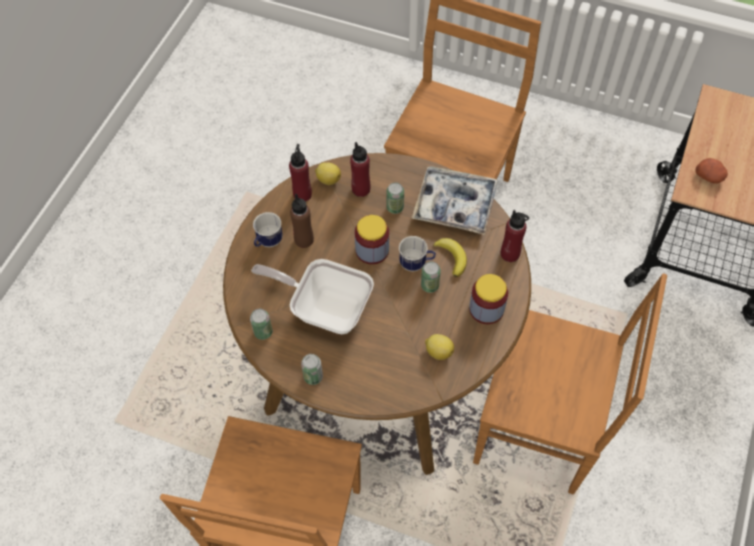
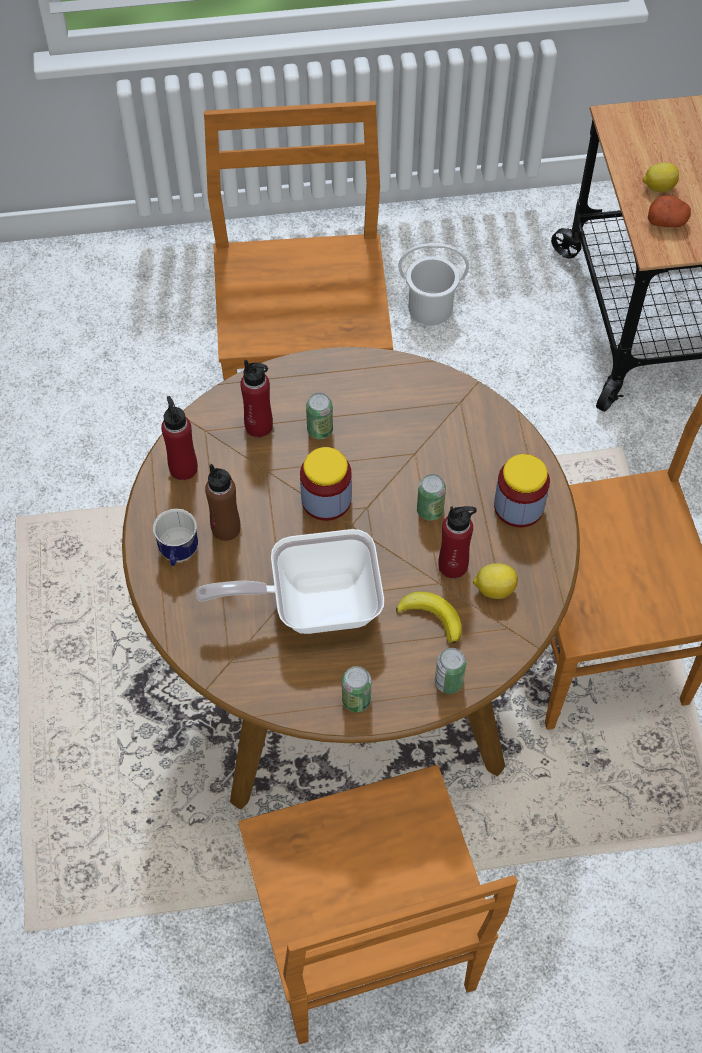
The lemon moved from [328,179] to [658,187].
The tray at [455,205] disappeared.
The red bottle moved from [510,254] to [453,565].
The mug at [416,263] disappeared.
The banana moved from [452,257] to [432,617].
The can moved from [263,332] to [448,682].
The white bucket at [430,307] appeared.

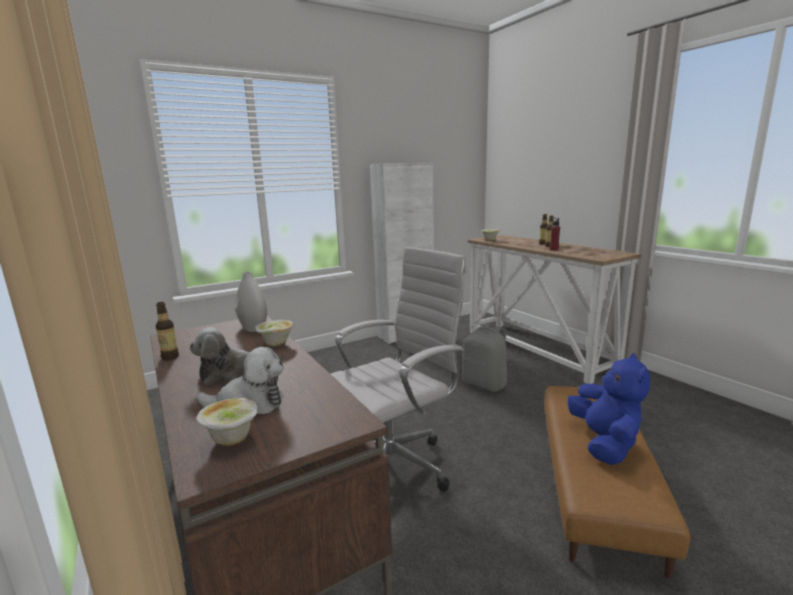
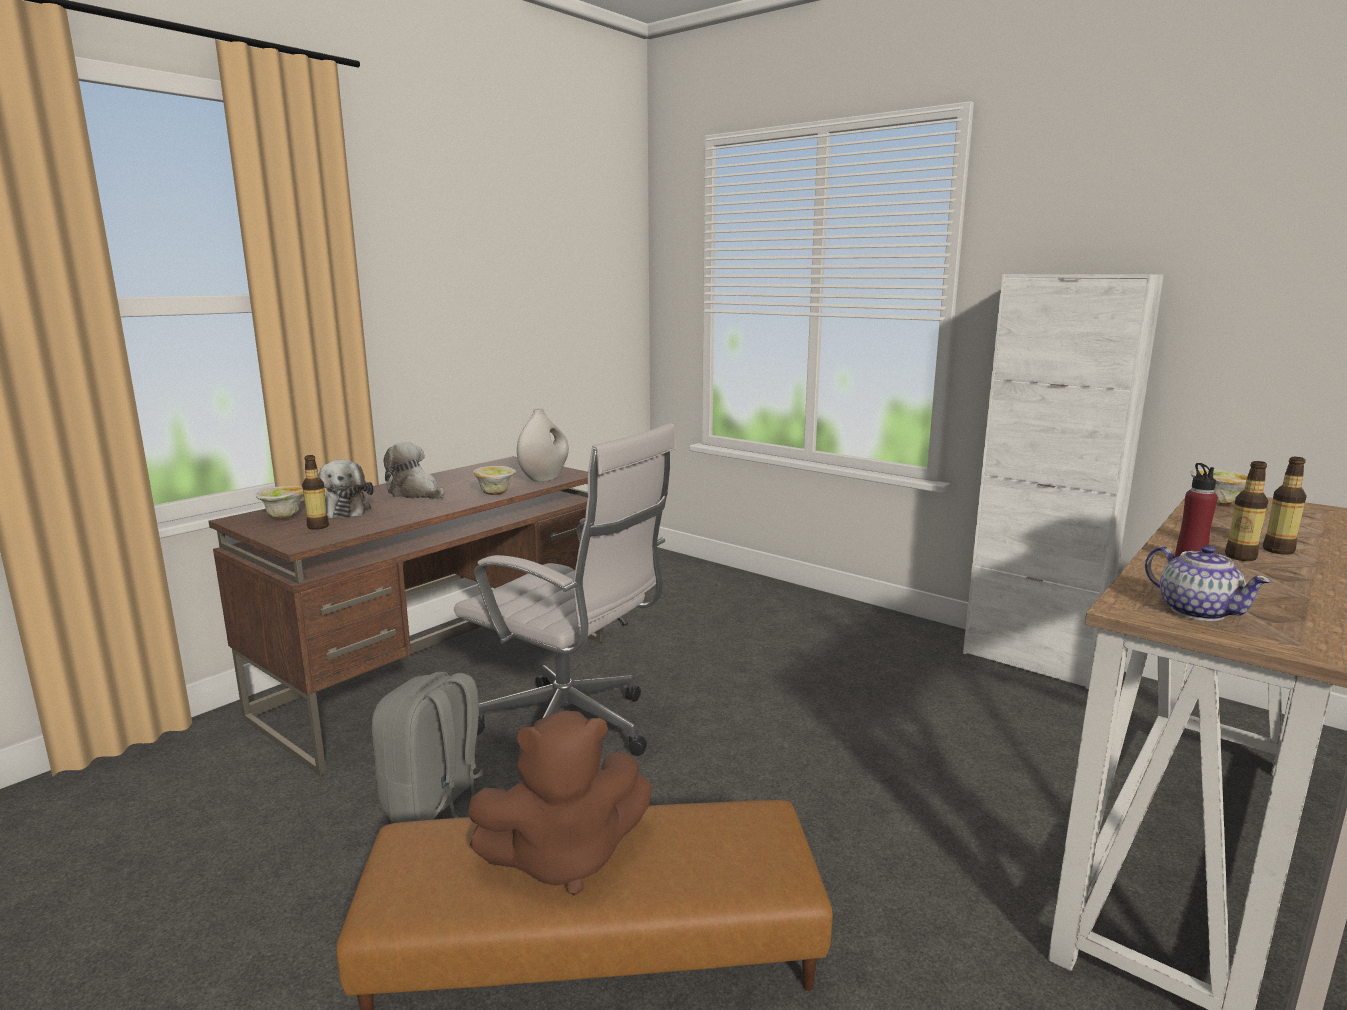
The bottle moved from [170,357] to [318,527].
The grey backpack moved from [485,384] to [436,804].
The blue plush toy at [604,443] became the brown plush toy at [564,858].
The teapot at [1196,611] appeared.

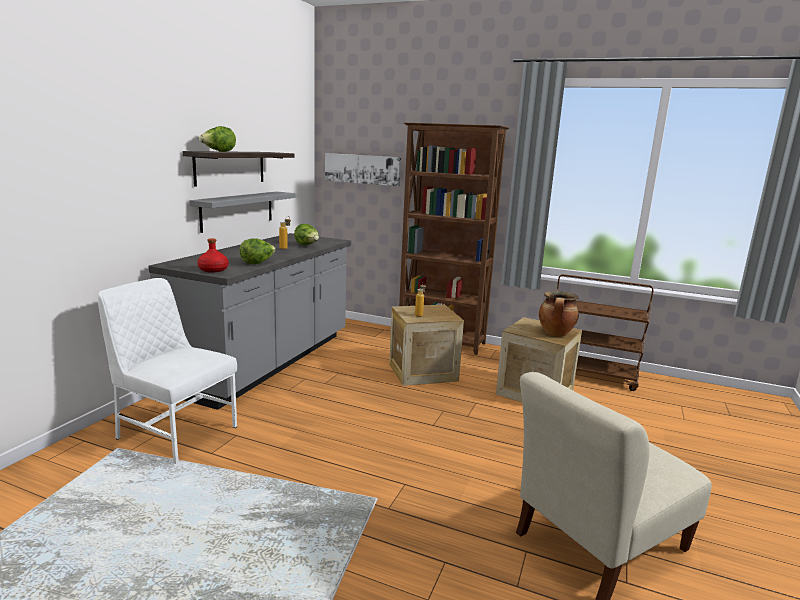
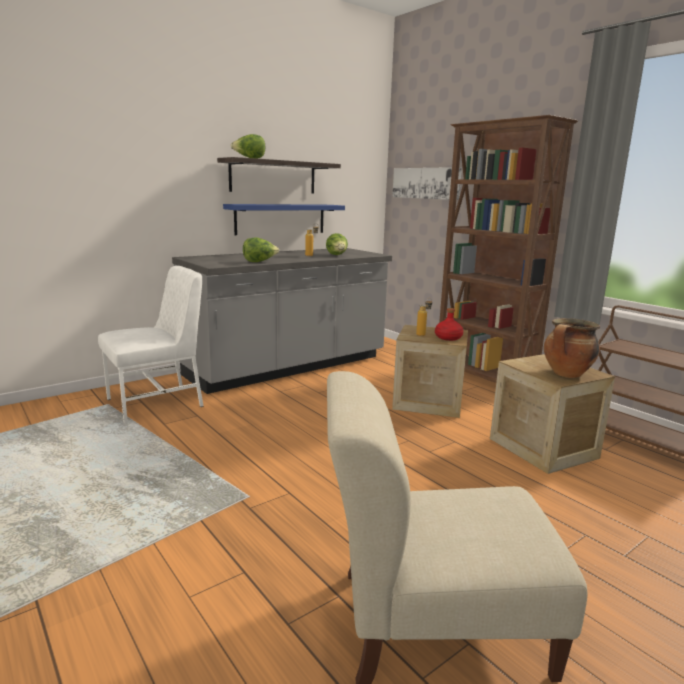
The grey shelf at [238,210] became the blue shelf at [280,219].
The red bottle moved from [213,270] to [448,338].
The white chair at [175,432] turned 90 degrees clockwise.

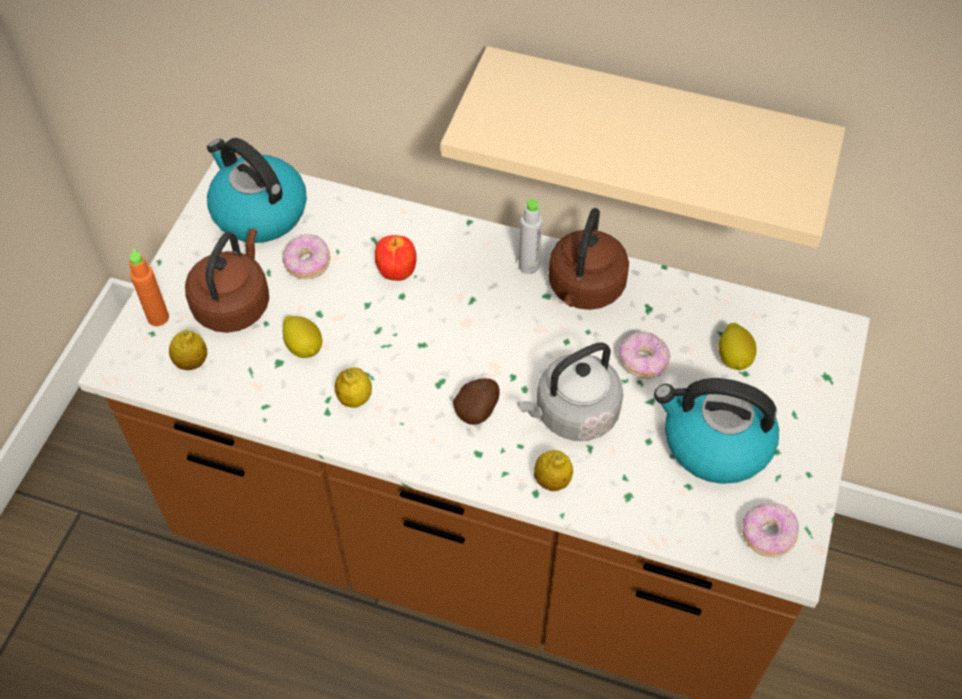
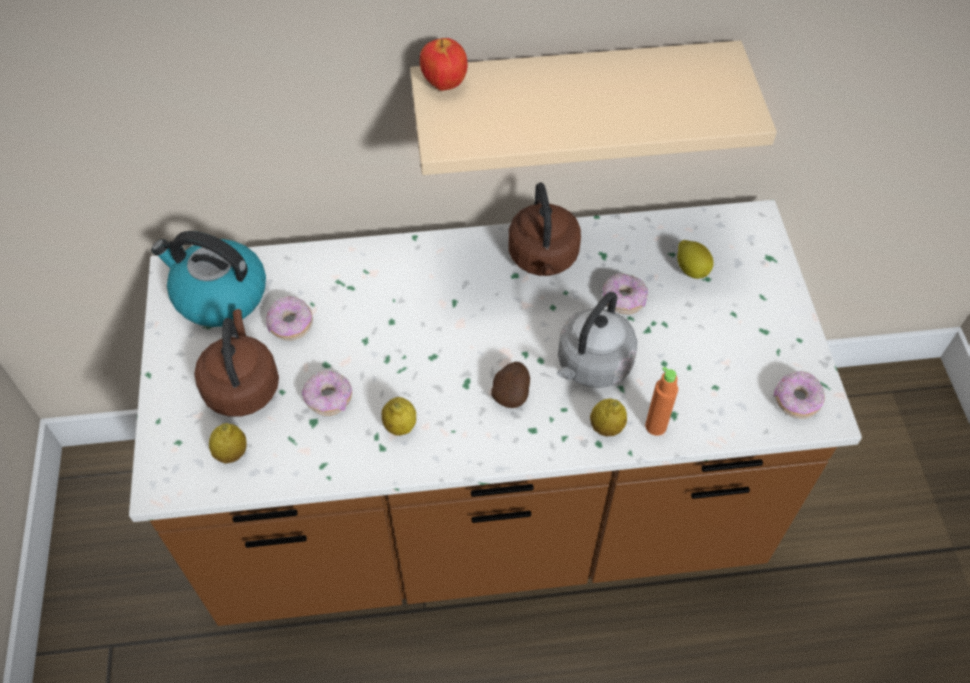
The grey bottle at [529,266] disappeared.
The apple moved from [396,272] to [443,84].
The orange bottle moved from [158,317] to [655,426].
The lemon at [304,347] was replaced by the donut at [329,399].
The kettle at [714,443] disappeared.

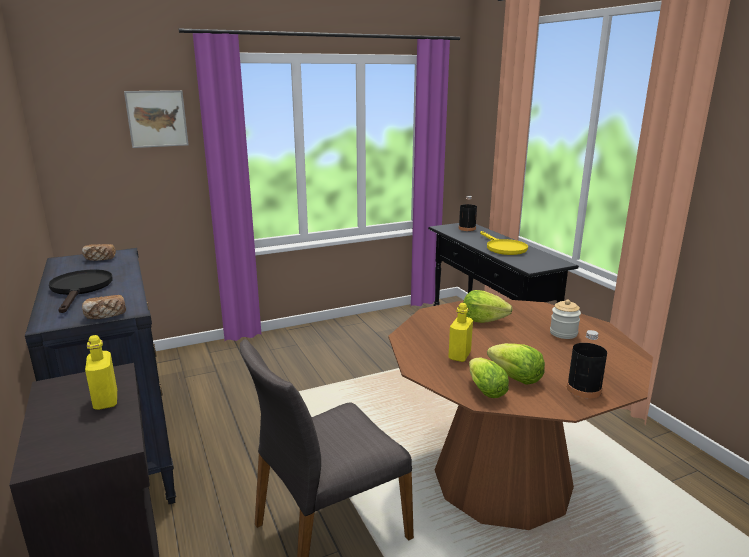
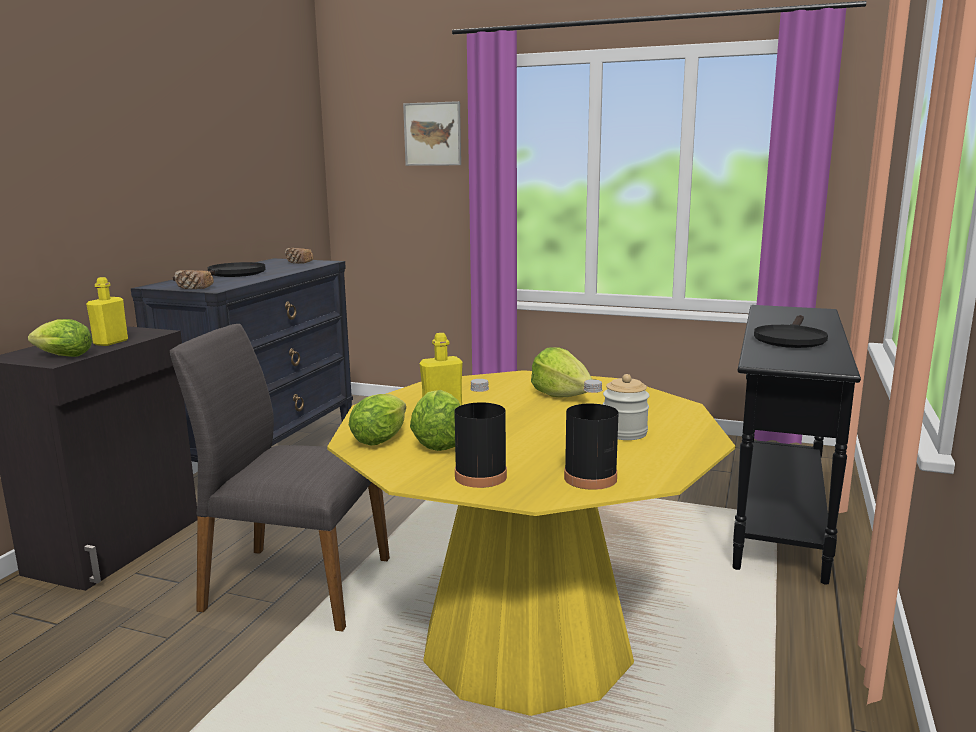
The black bottle moved from [467,228] to [590,478].
The yellow frying pan at [503,248] became the black frying pan at [790,338].
The brown dining table at [502,478] became the yellow dining table at [527,642].
The lettuce at [61,356] appeared.

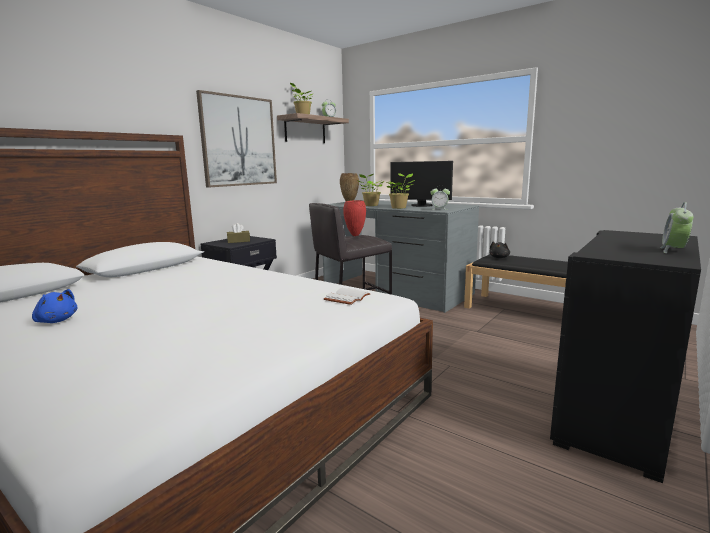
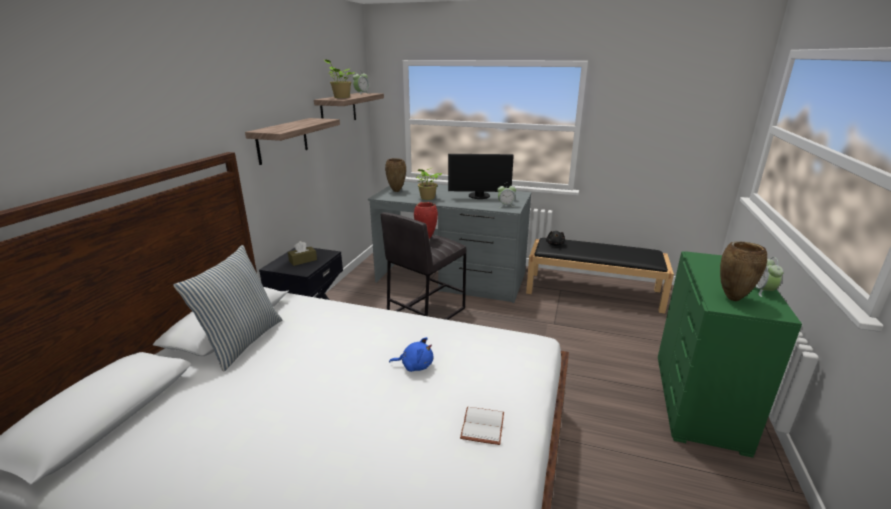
The picture at [239,141] was replaced by the shelf at [282,140].
The potted plant at [399,207] disappeared.
The black dresser at [617,418] became the green dresser at [700,402].
The white book moved from [346,297] to [481,425].
The blue plush toy moved from [56,321] to [415,365].
The brown vase at [732,298] appeared.
The pillow at [241,341] appeared.

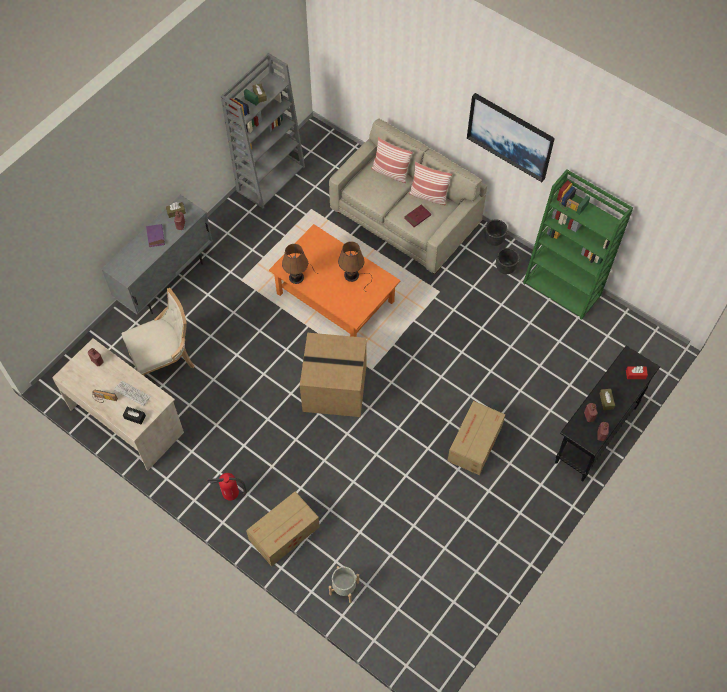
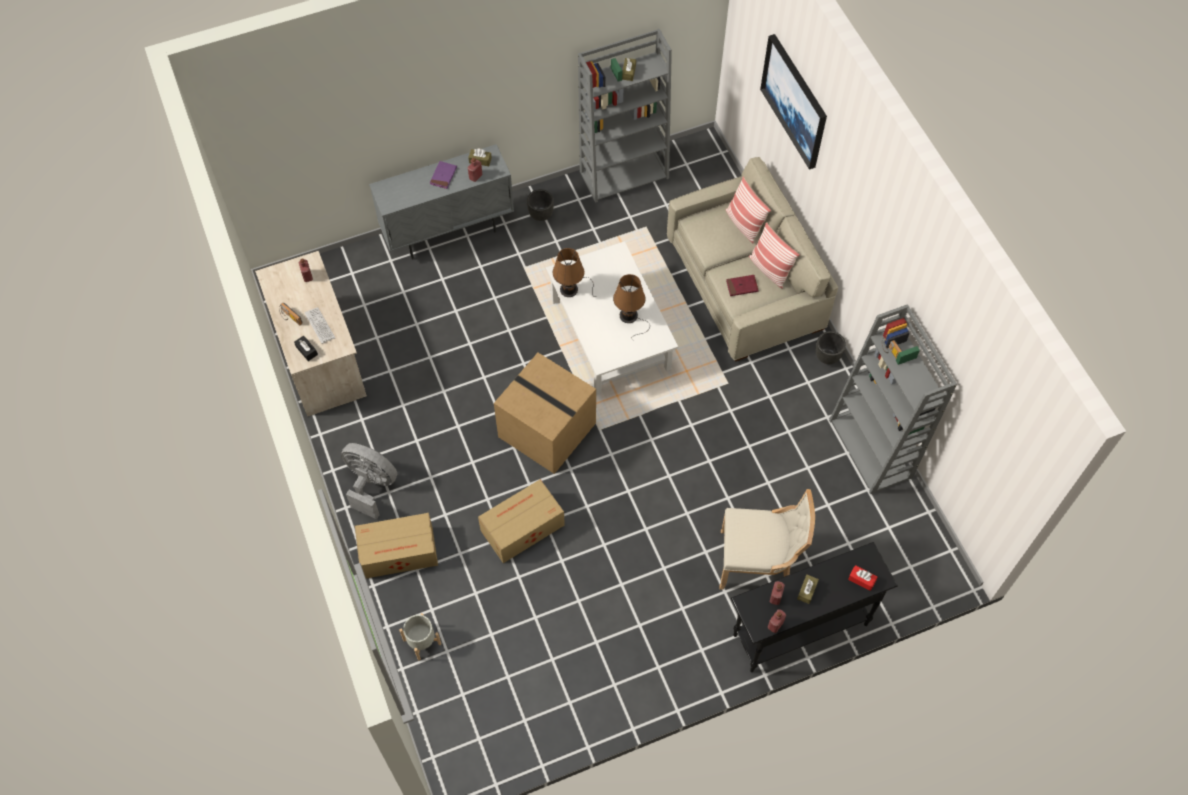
The picture moved from [510,136] to [795,101].
The green bookcase at [563,289] became the grey bookcase at [871,449].
The orange coffee table at [335,297] became the white coffee table at [611,334].
The black planter moved from [505,268] to [541,214].
The beige chair moved from [165,362] to [758,561].
The cardboard box moved from [474,444] to [521,528].
The fire extinguisher at [231,495] was replaced by the grey fan at [371,485].

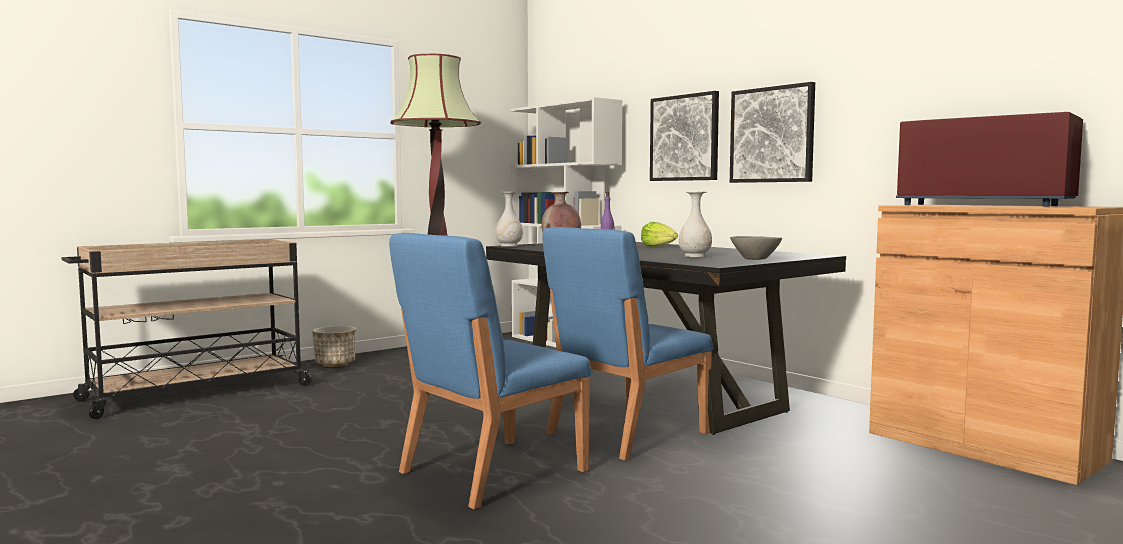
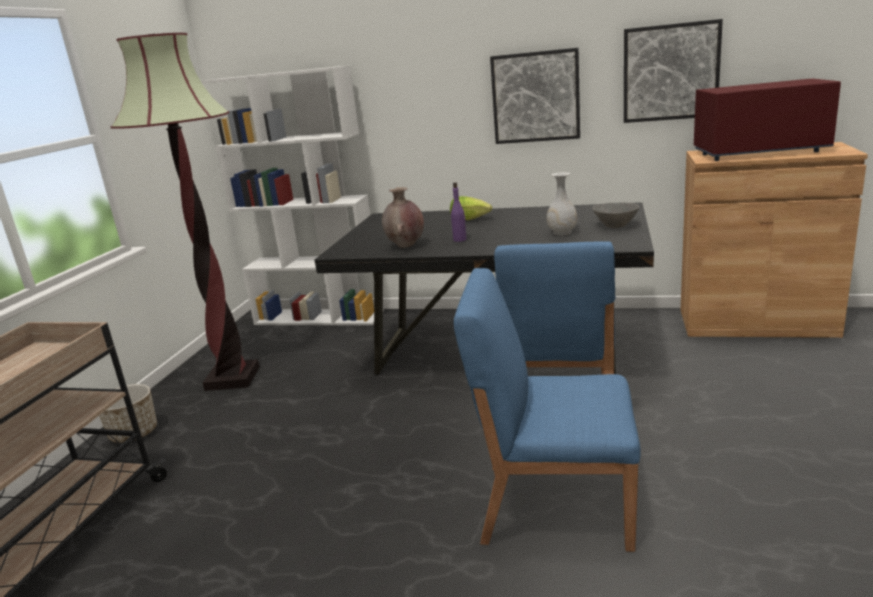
The picture moved from [684,138] to [670,72].
The white vase at [509,246] disappeared.
The blue chair at [490,472] turned 90 degrees clockwise.

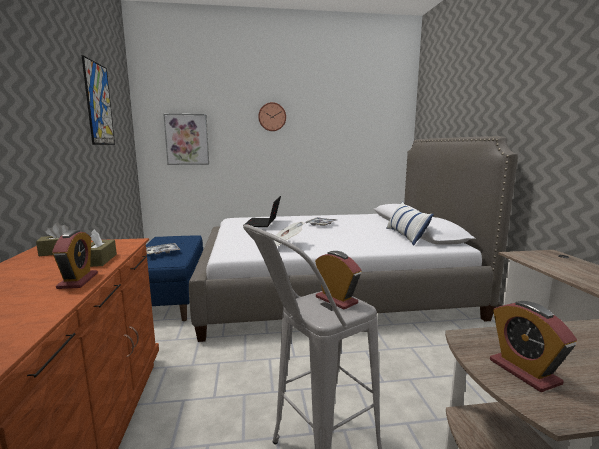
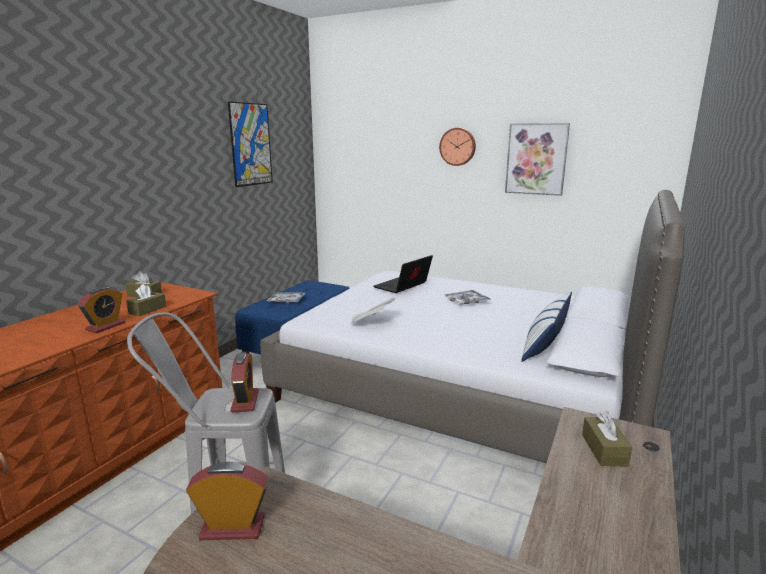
The picture moved from [187,139] to [536,159].
The alarm clock at [524,372] turned 75 degrees clockwise.
The brown tissue box at [604,450] appeared.

